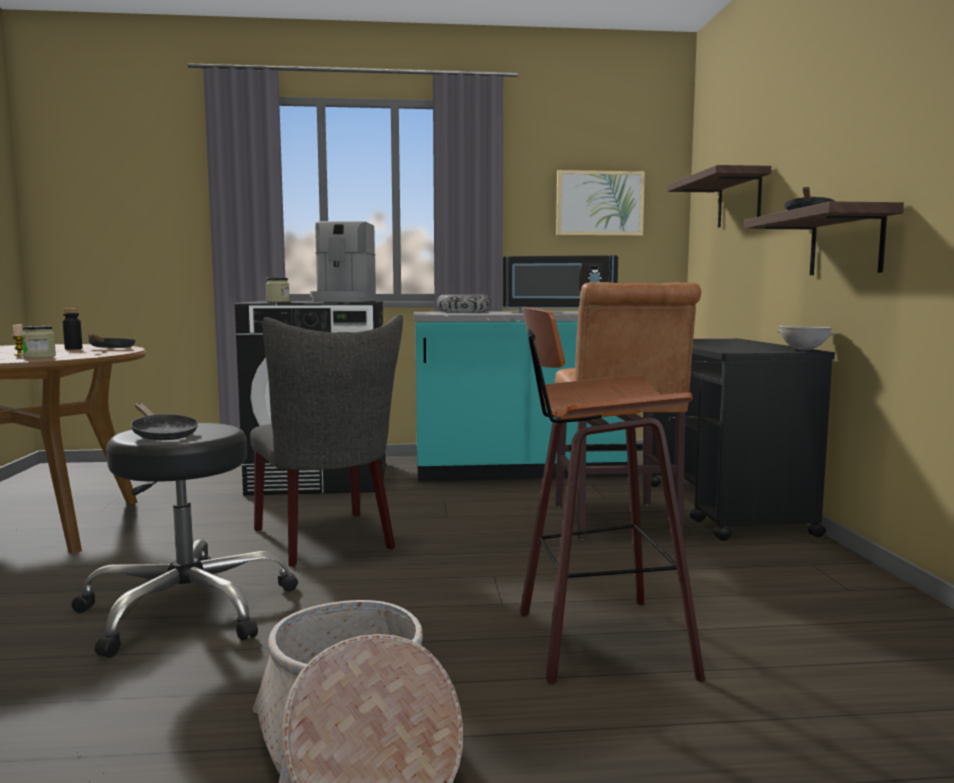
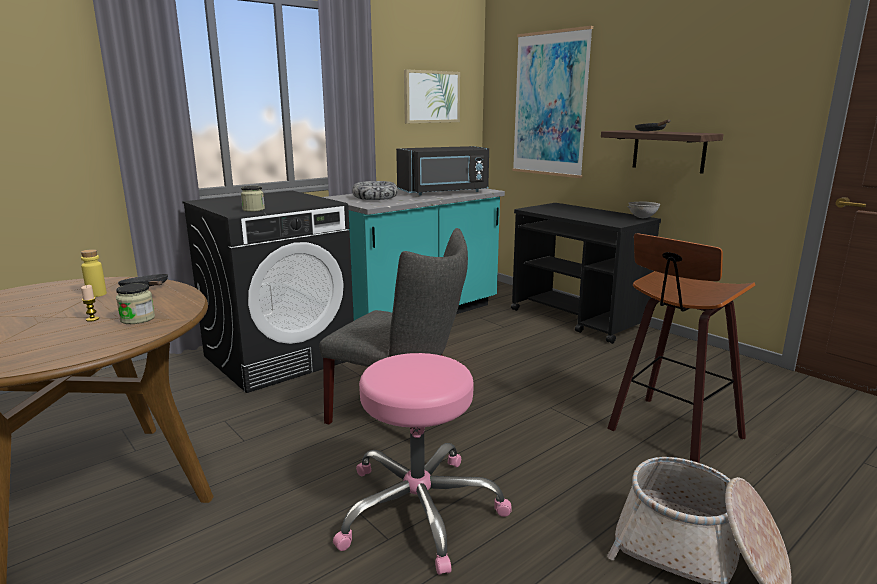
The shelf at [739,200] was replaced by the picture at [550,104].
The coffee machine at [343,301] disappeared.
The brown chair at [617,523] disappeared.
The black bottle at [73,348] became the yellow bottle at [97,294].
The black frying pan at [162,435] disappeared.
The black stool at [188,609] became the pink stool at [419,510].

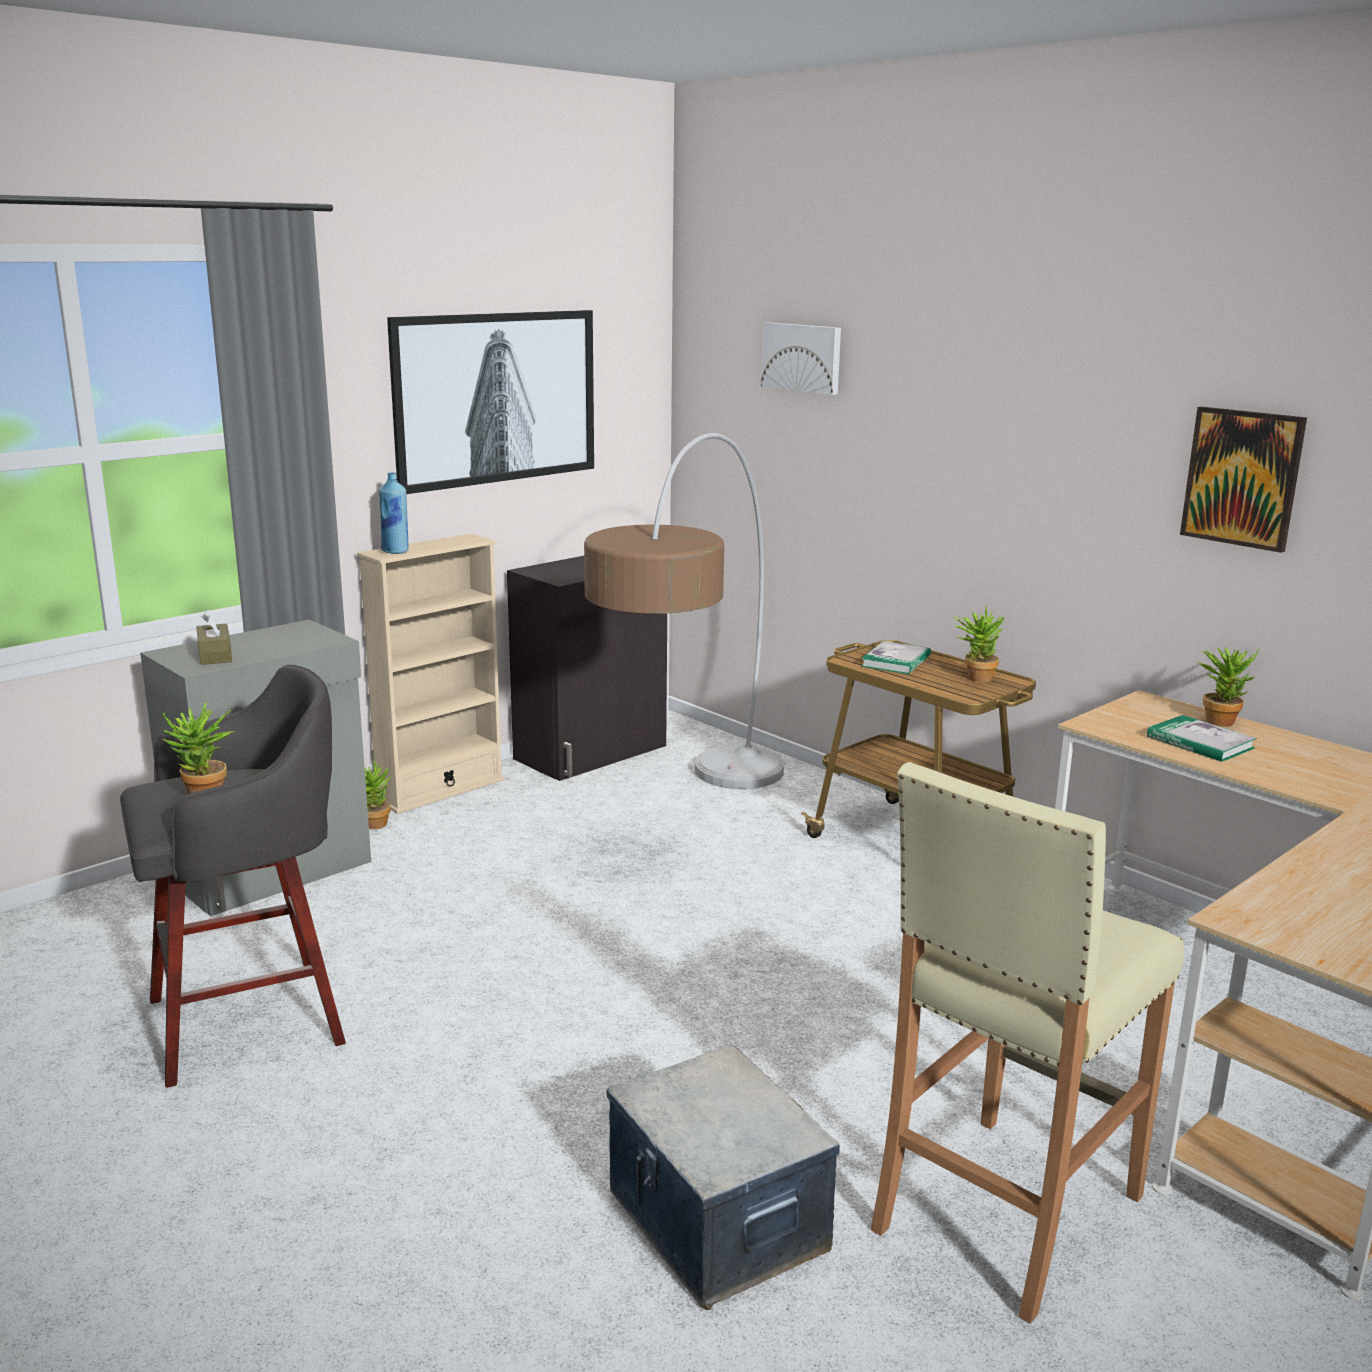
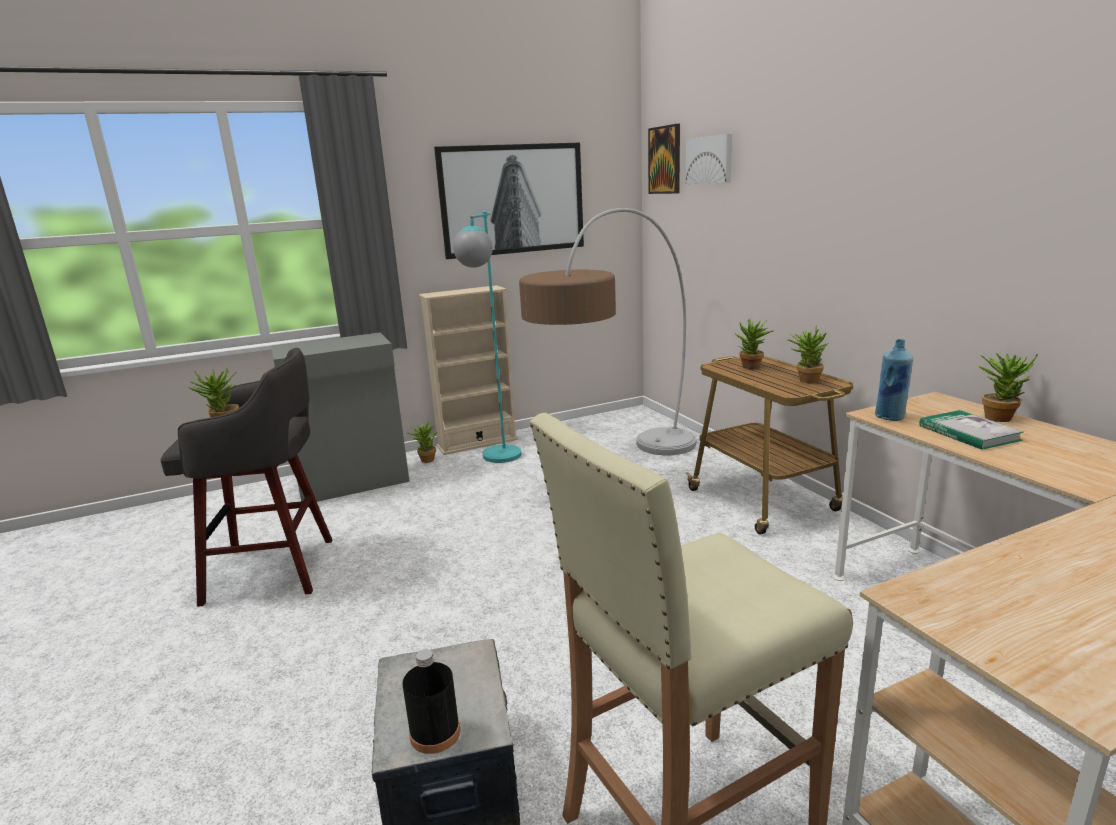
The picture moved from [1242,478] to [665,160].
The blue bottle moved from [395,551] to [890,417].
The black cabinet at [593,752] disappeared.
The brown tissue box at [215,655] disappeared.
The book at [896,661] was replaced by the potted plant at [751,368].
The turquoise floor lamp at [498,461] appeared.
The black bottle at [435,733] appeared.

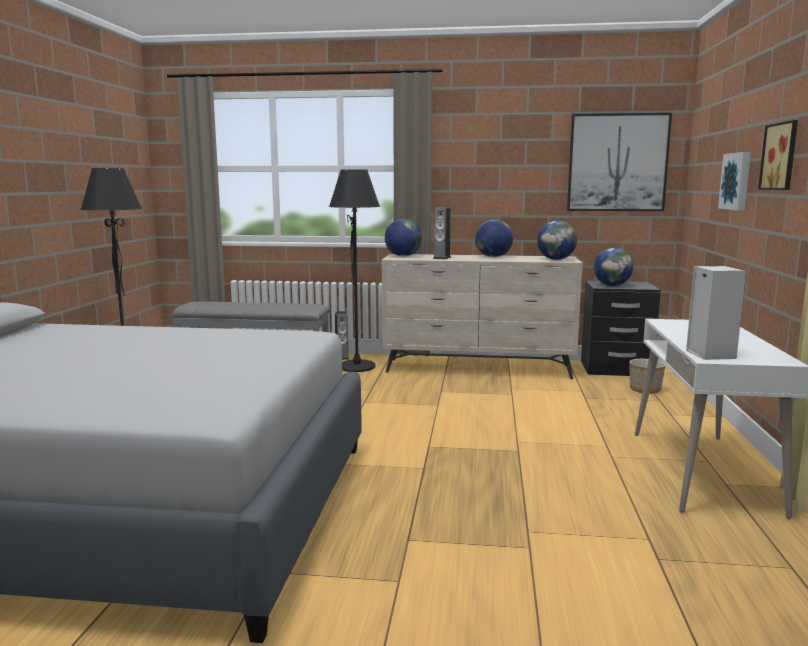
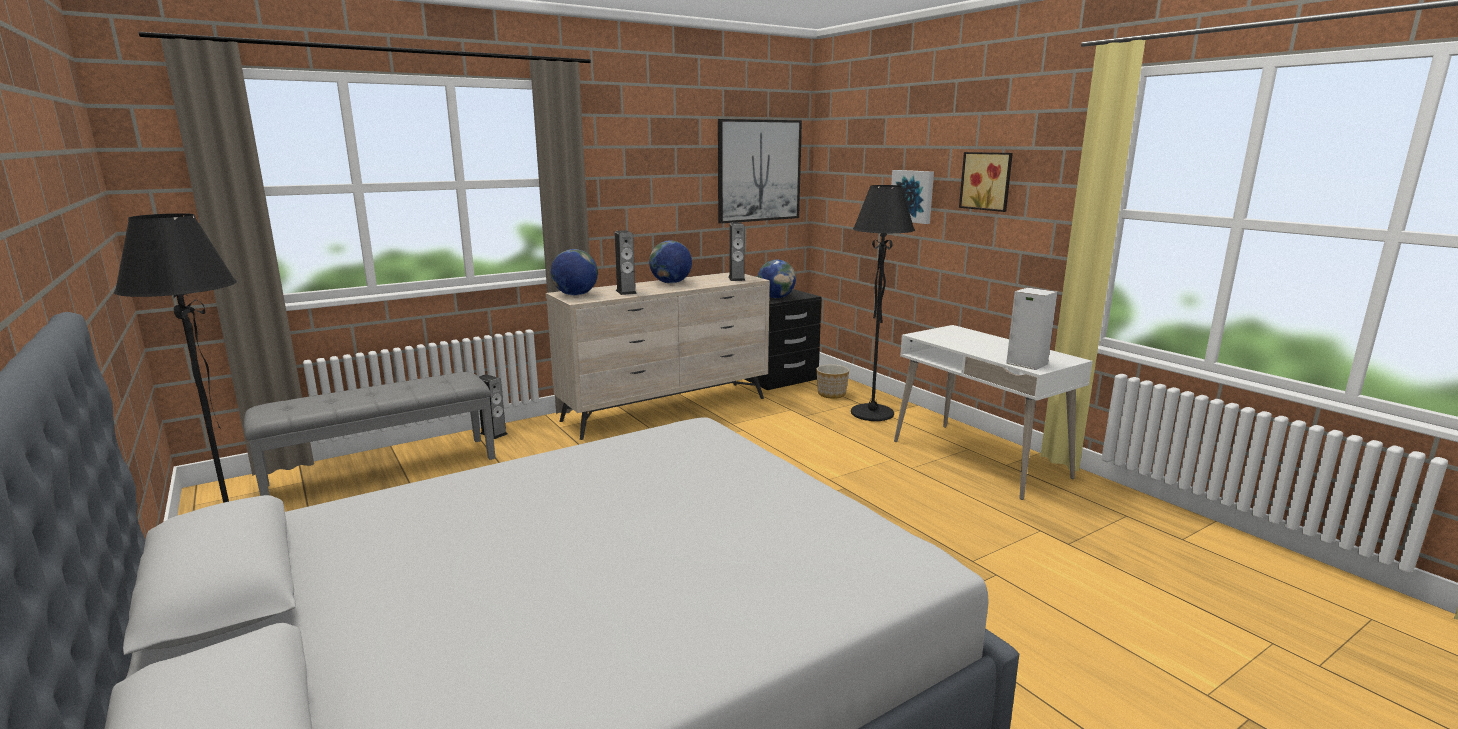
The black floor lamp moved from [357,367] to [872,414].
The globe at [556,259] was replaced by the speaker at [736,278].

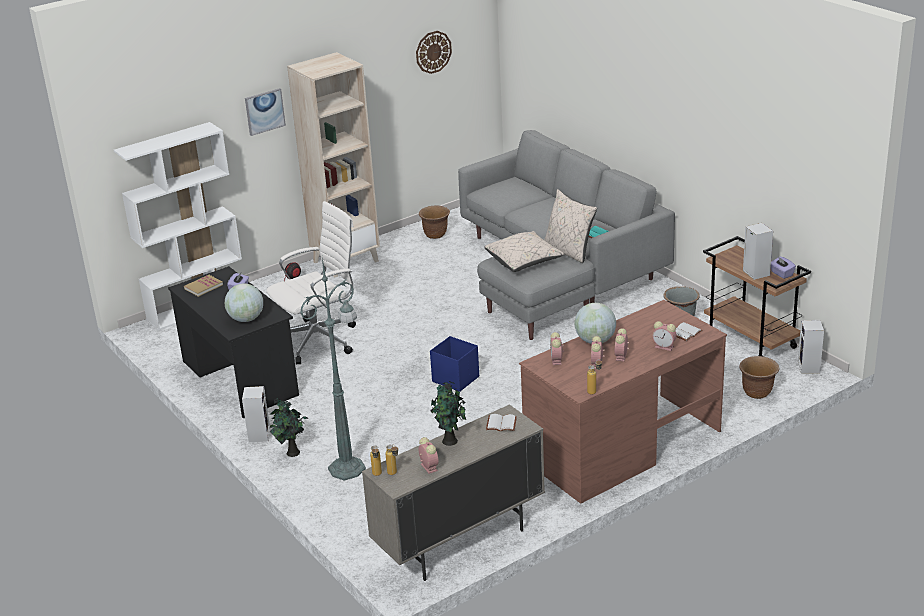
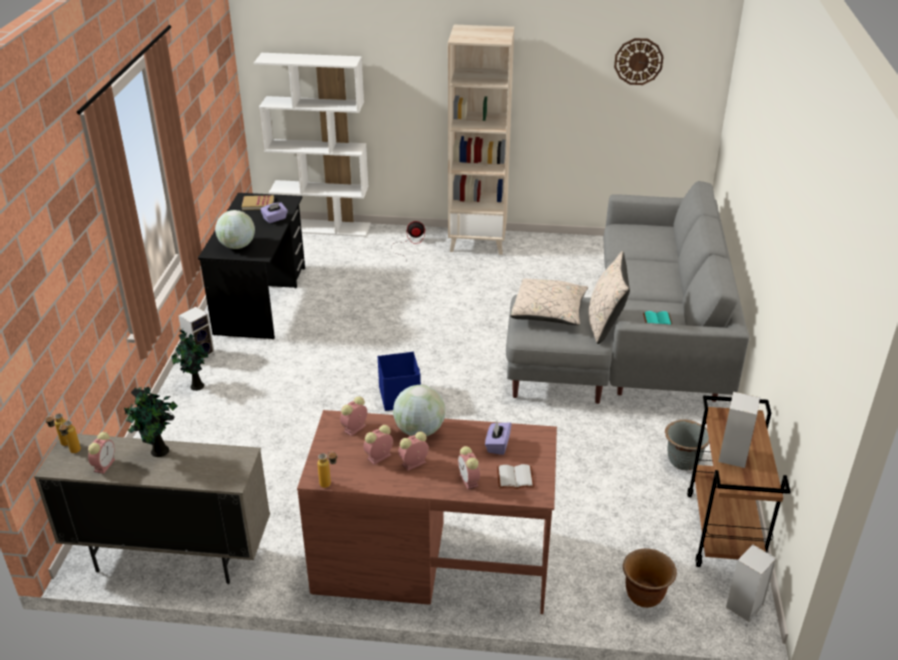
The picture at [264,111] disappeared.
The white office chair at [319,340] disappeared.
The brown planter at [435,234] disappeared.
The green floor lamp at [348,468] disappeared.
The purple tissue box moved from [781,274] to [497,445].
The white book at [500,424] disappeared.

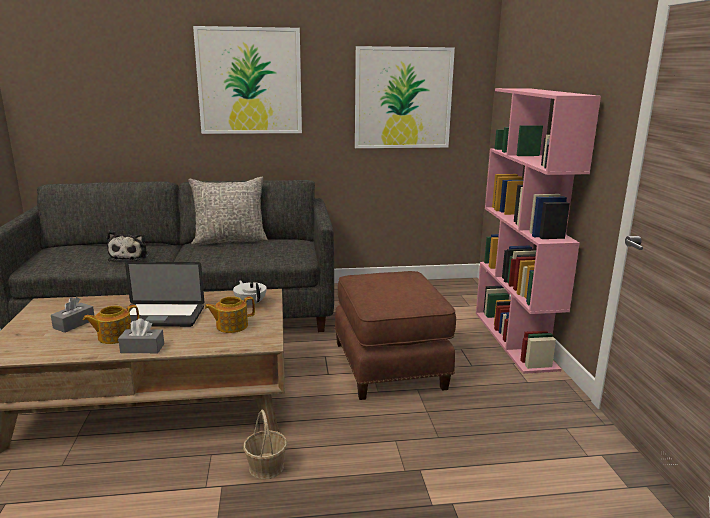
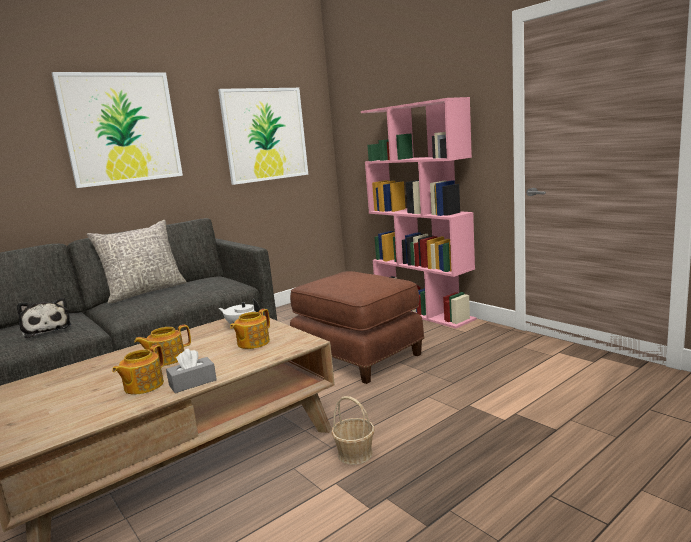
The laptop at [161,316] was replaced by the teapot at [166,359].
The grey tissue box at [74,324] disappeared.

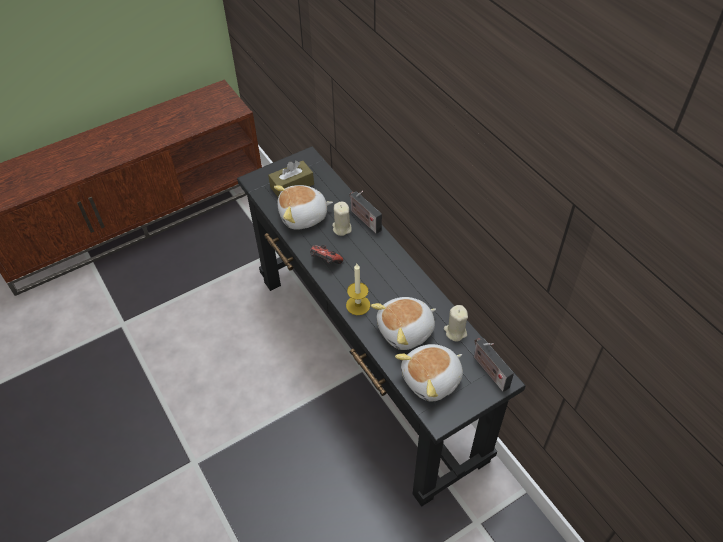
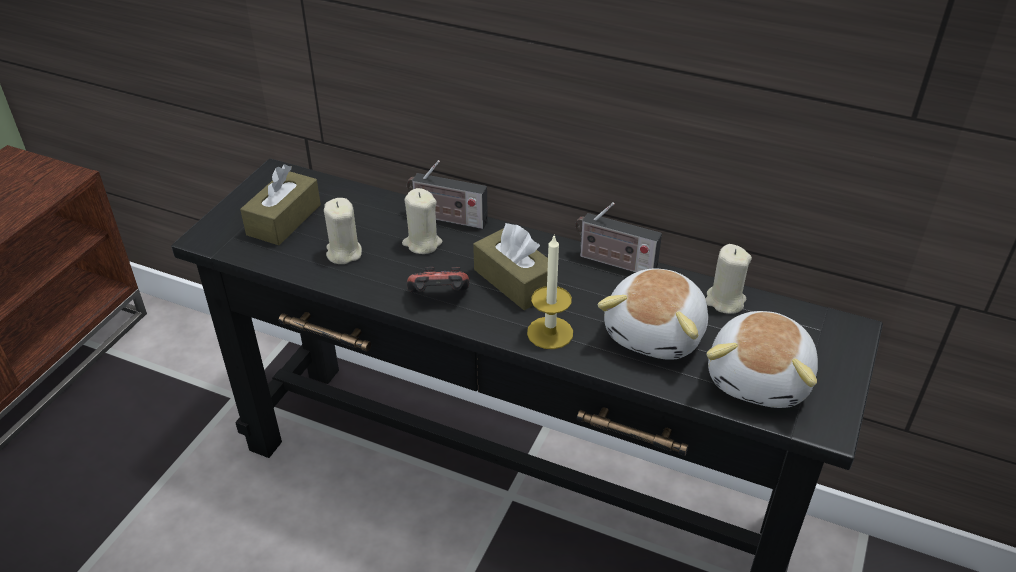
The plush toy at [303,217] was replaced by the beige candle at [343,253].
The radio moved from [489,370] to [613,262].
The brown tissue box at [514,281] appeared.

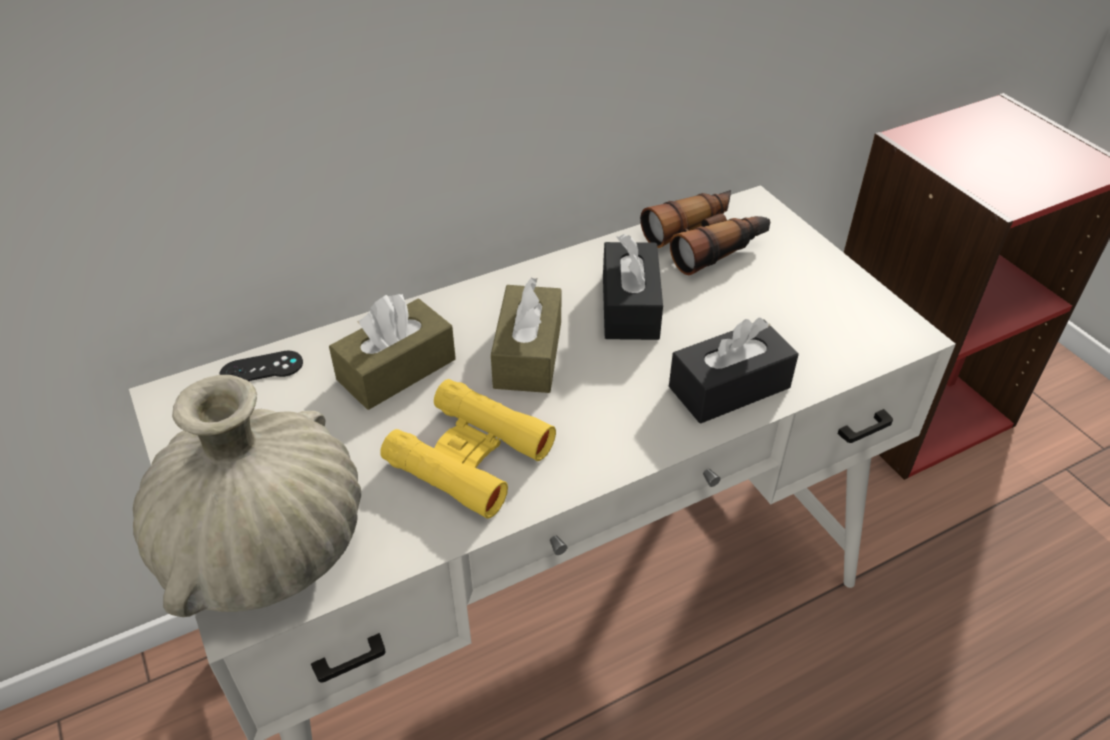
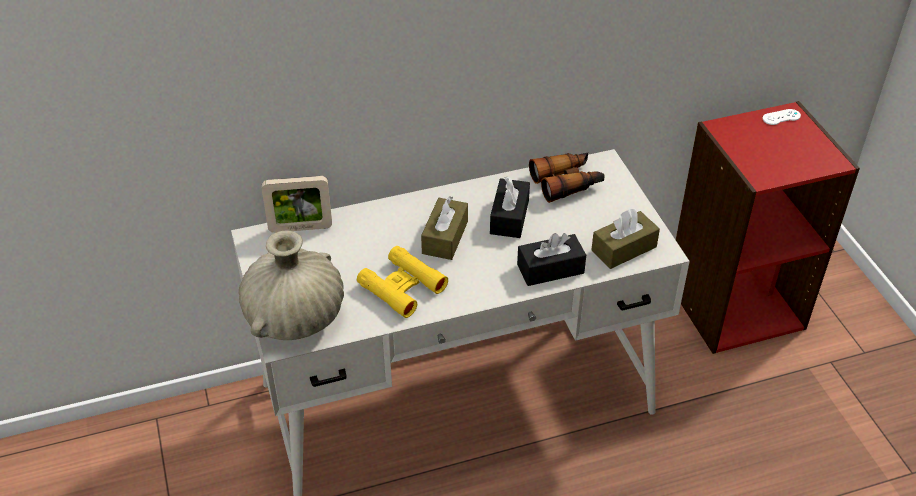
The brown tissue box moved from [396,369] to [624,249].
The black game controller at [261,369] was replaced by the picture frame at [300,228].
The white game controller at [781,117] appeared.

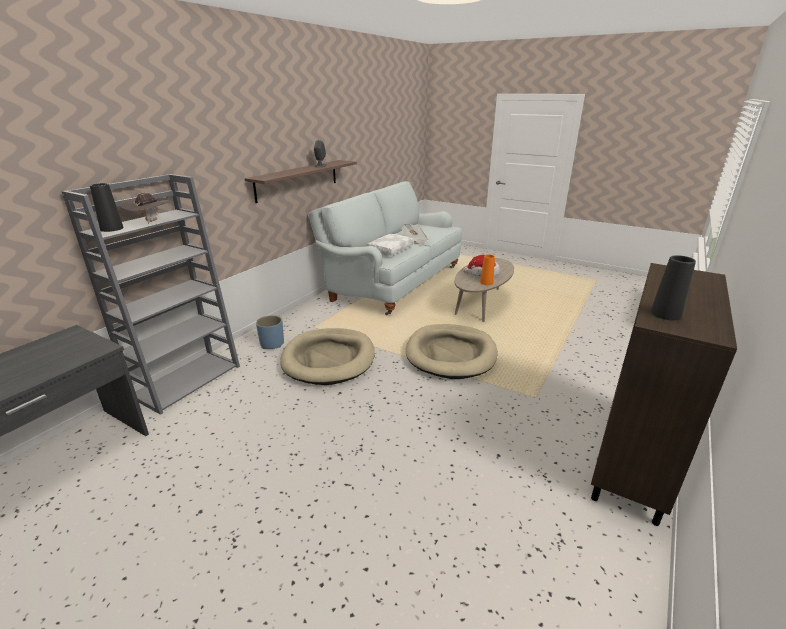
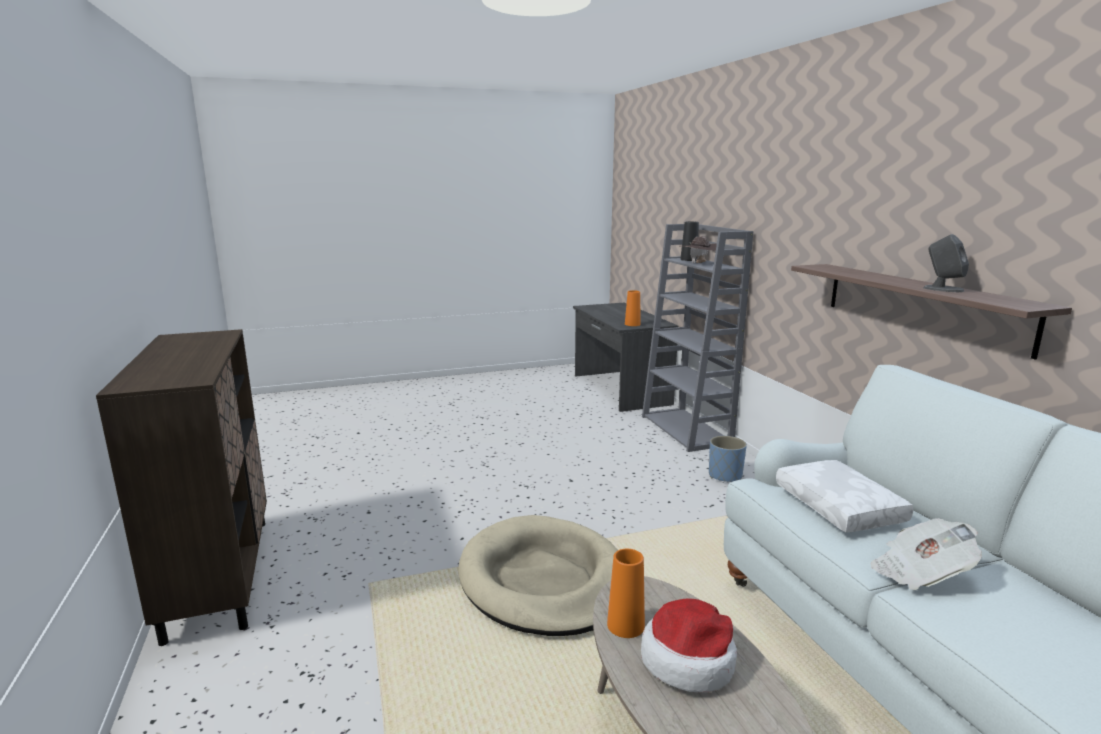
The black vase at [665,314] disappeared.
The beige dog bed at [329,359] disappeared.
The orange vase at [632,324] appeared.

